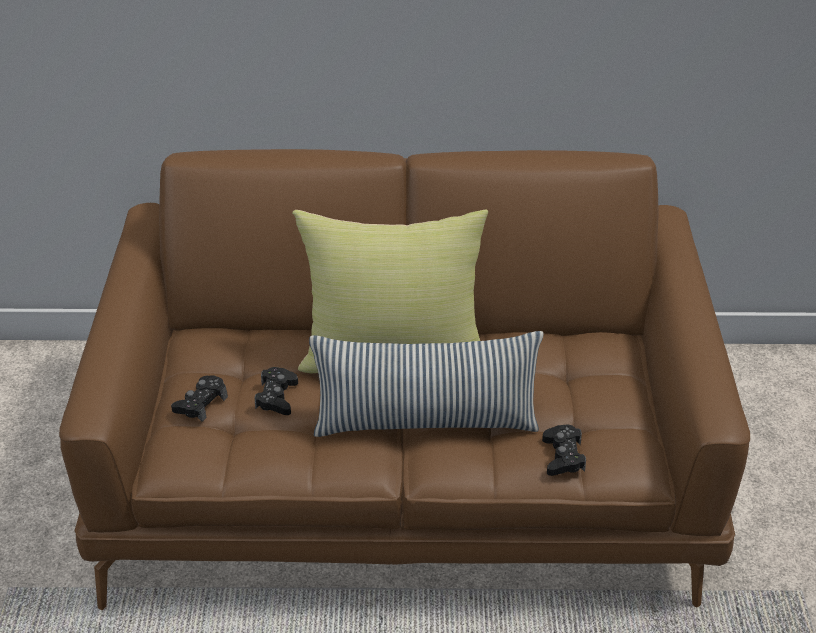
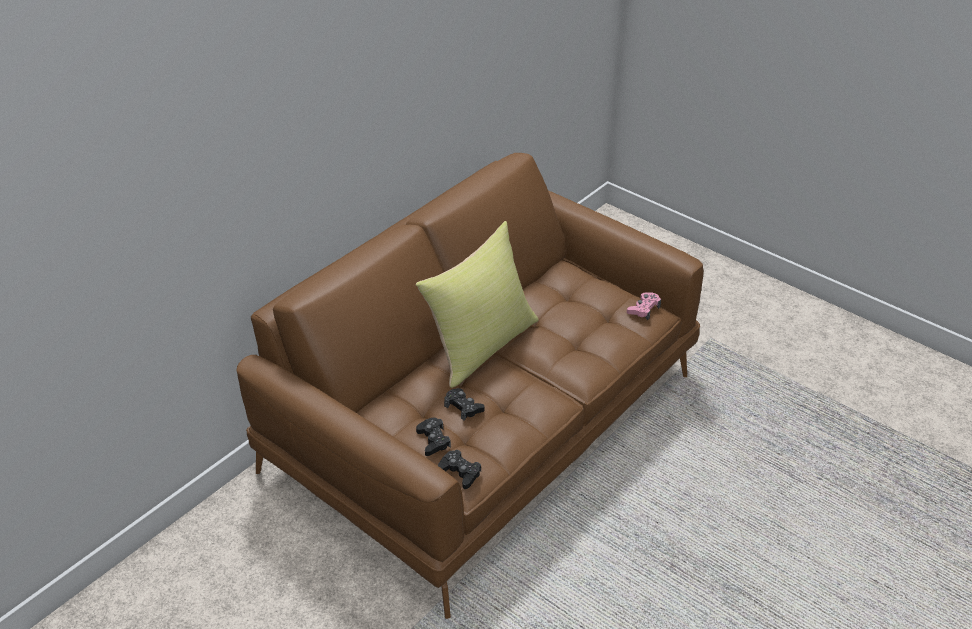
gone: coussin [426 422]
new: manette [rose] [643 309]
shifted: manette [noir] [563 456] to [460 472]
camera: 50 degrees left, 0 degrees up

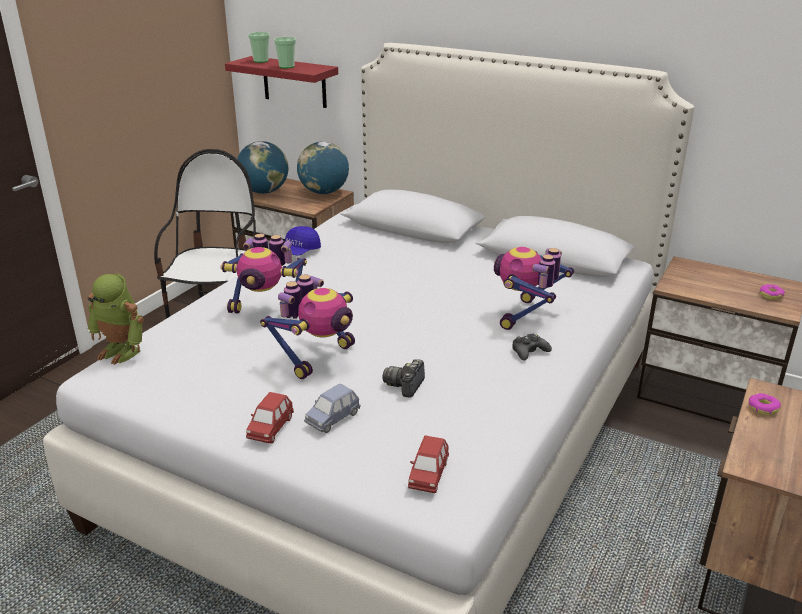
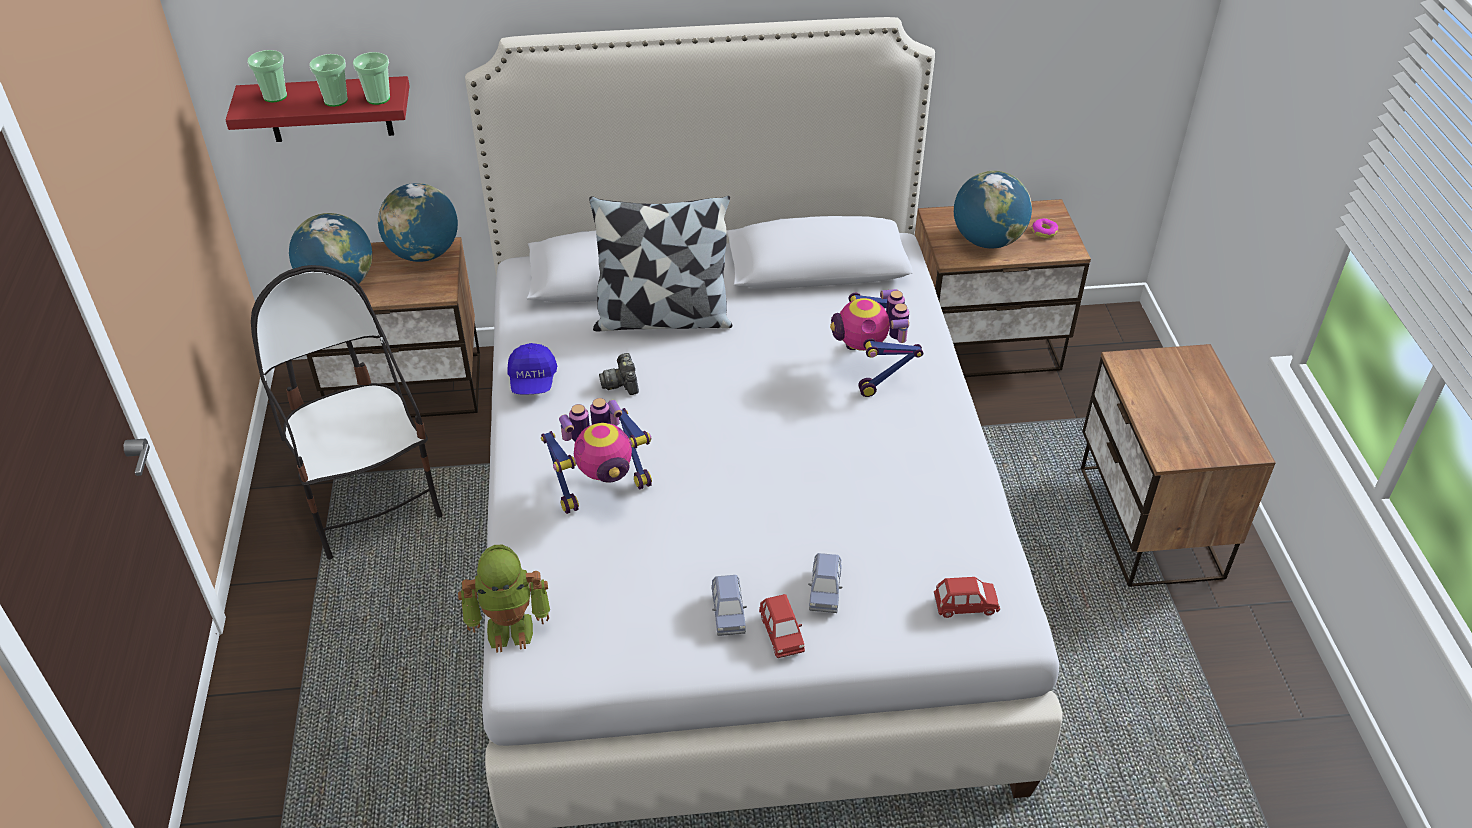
gone: robot jouet [317 357]; manette [noir] [529 351]; beignet [762 408]
new: tasse [378 98]; coussin [663 318]; petite voiture [bleu] [728 614]; globe [987 241]
shifted: appareil photo [405 385] to [622 383]
rotated: petite voiture [rouge] [428 475] = [965 605] 75 degrees counterclockwise
camera: 35 degrees left, 15 degrees up

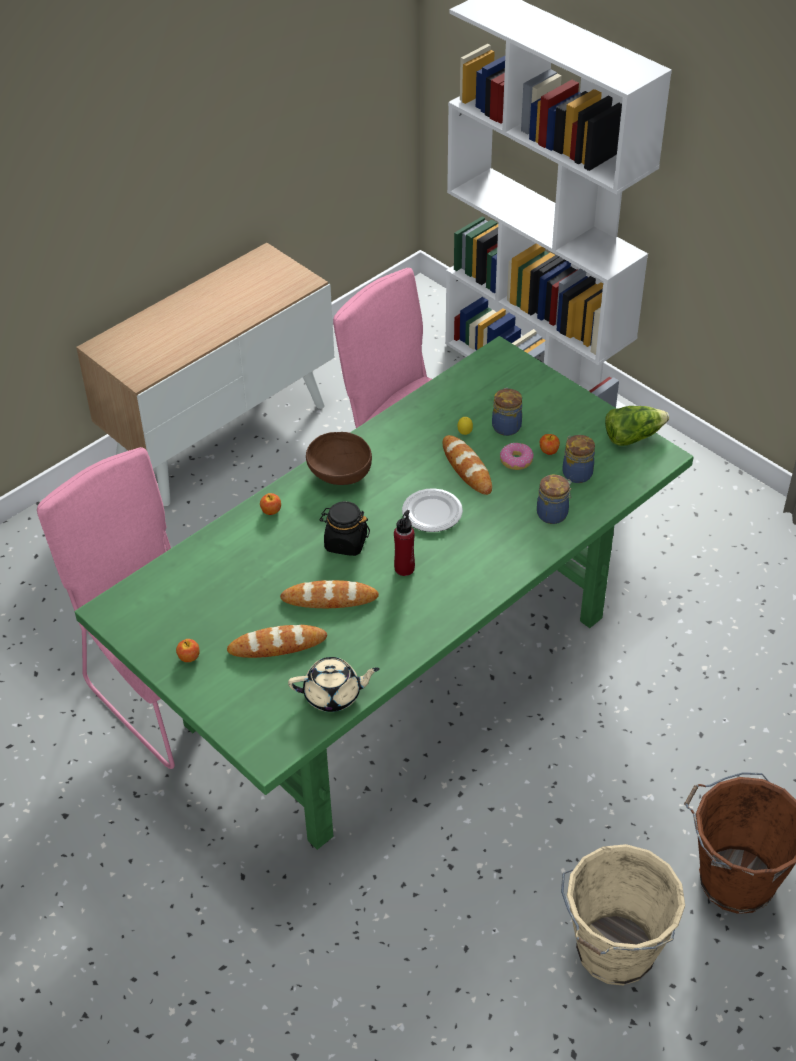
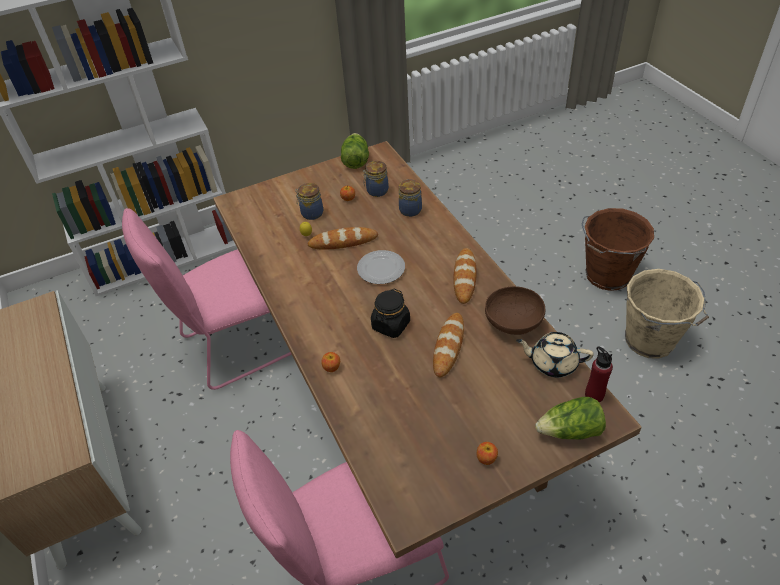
gone: beignet [516 461]
new: laitue [570 431]
shifted: pain [277 645] to [464 277]; bol [marron] [339 473] to [513 323]; bouteille [rouge] [404 568] to [594 395]
repainted: table à manger [vert] [401 668] to table à manger [marron] [396 396]
rotated: théière [beige] [333 695] = [552 363] 90 degrees counterclockwise
camera: 70 degrees left, 0 degrees up

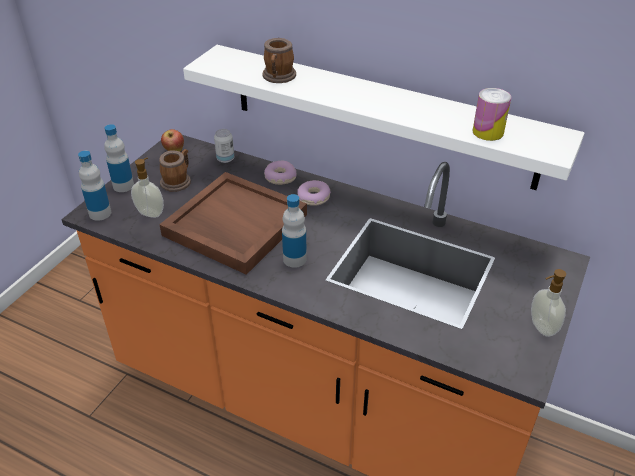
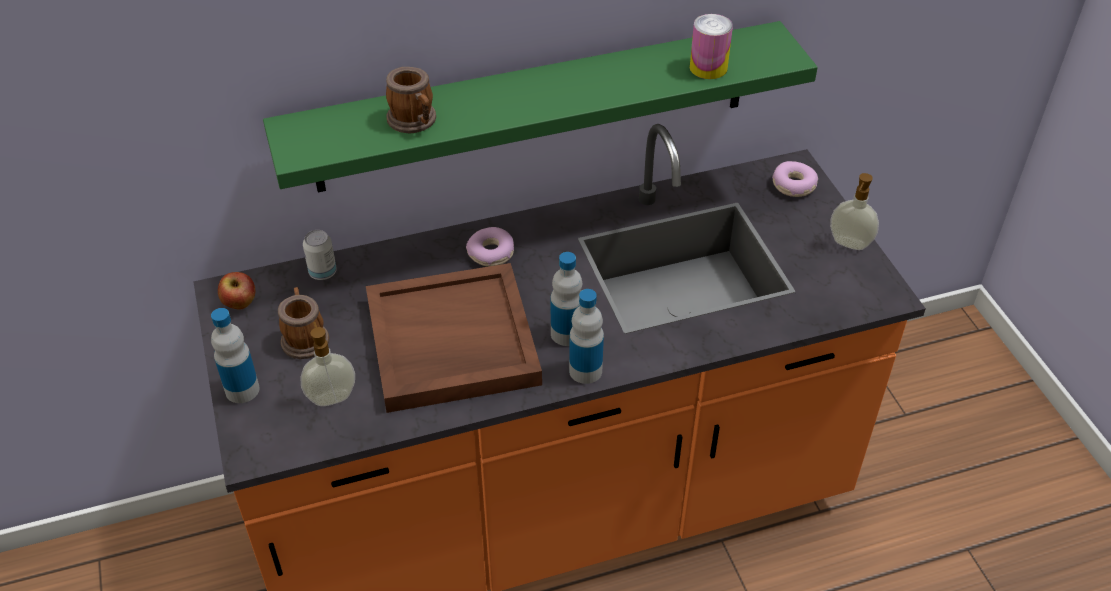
shifted: bouteille [100 213] to [585 371]; beignet [280 177] to [793 185]
repainted: étagère [blanc] [380 115] to étagère [vert] [534 107]
camera: 45 degrees left, 5 degrees up

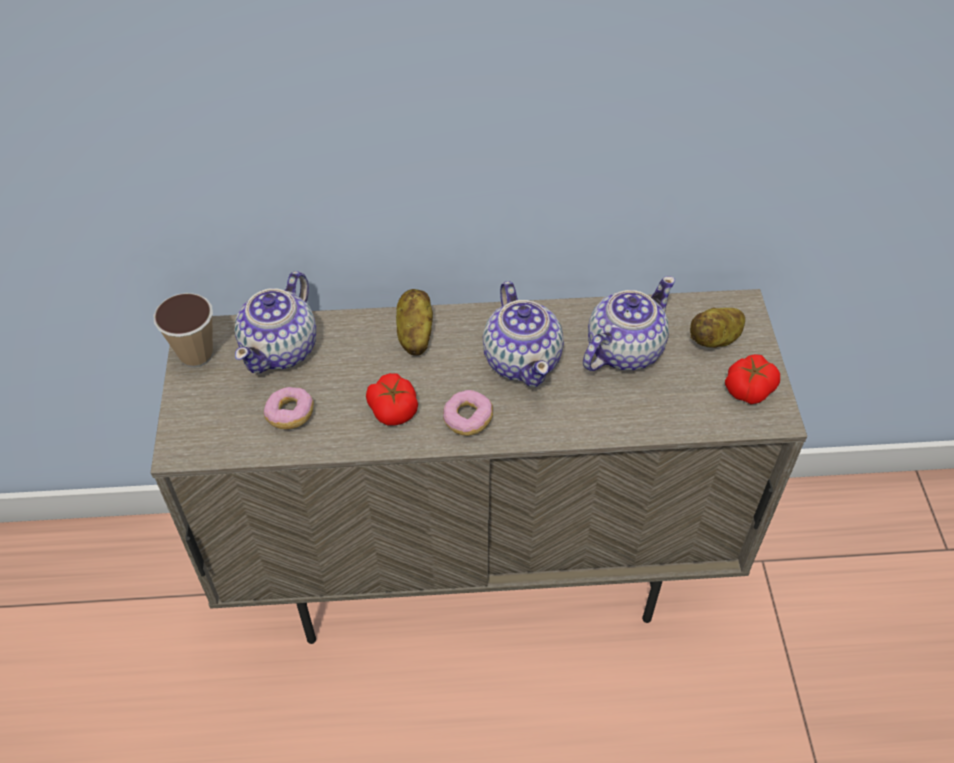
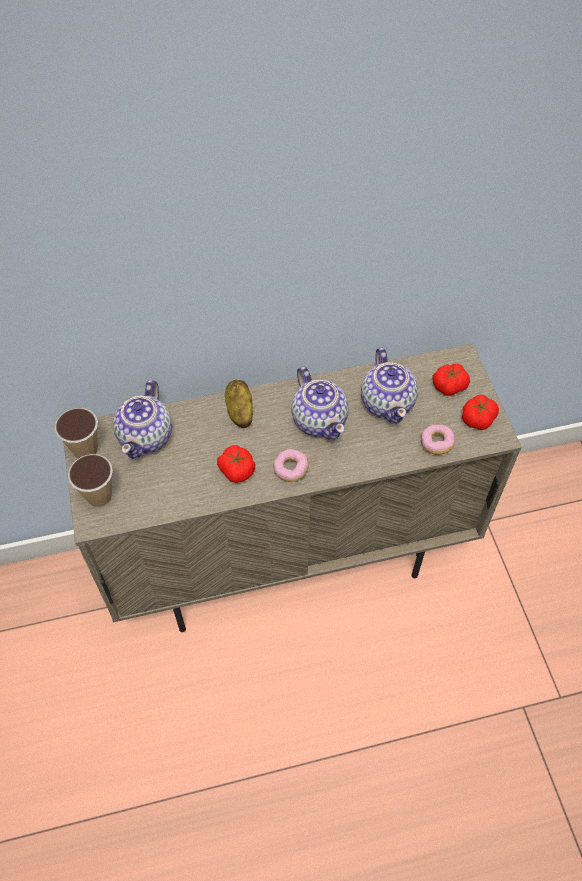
new: tasse [99 496]
shifted: beignet [290 415] to [436 444]
swapped: pomme de terre [715 339] to tomate [449 385]
rotated: théière [623 350] = [387 402] 135 degrees clockwise
camera: 10 degrees left, 5 degrees up

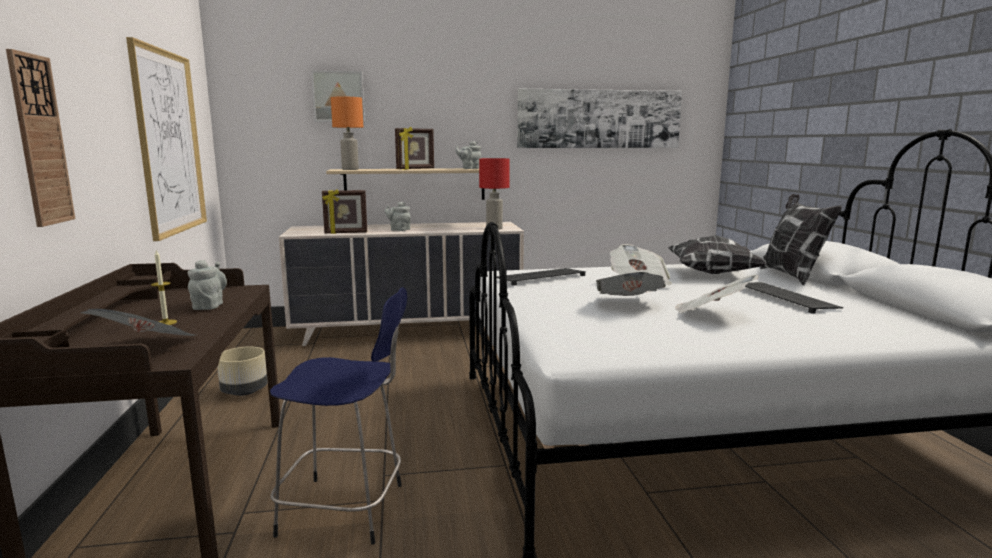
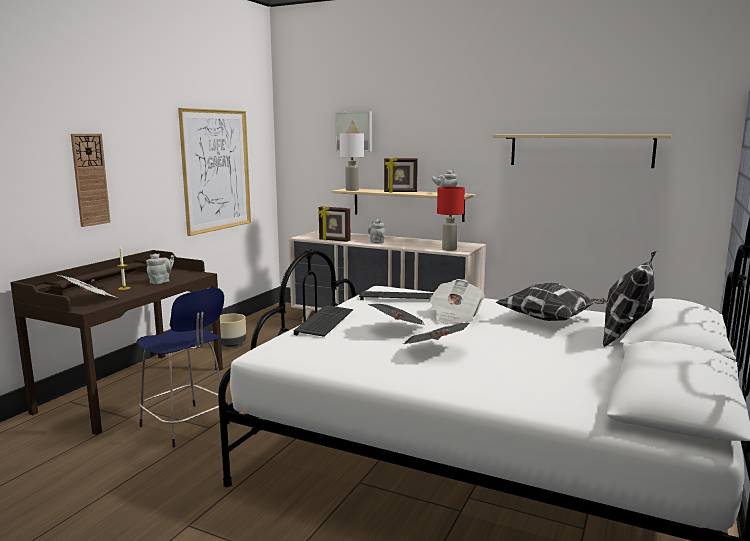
shifted: clavier [786 298] to [325 323]
swapped: tableau [599 119] to étagère [beige] [580 150]
repainted: lampe de table [orange] [350 169] to lampe de table [blanc] [352 190]
camera: 35 degrees right, 0 degrees up

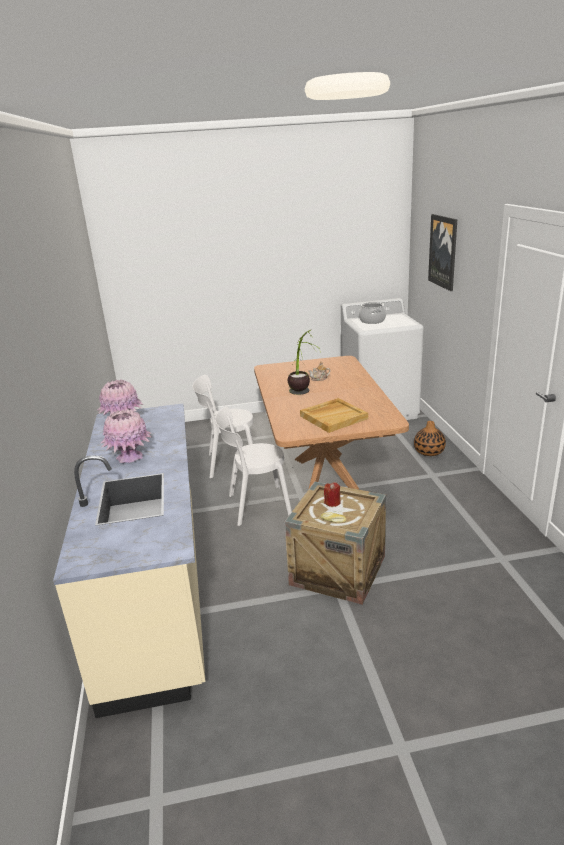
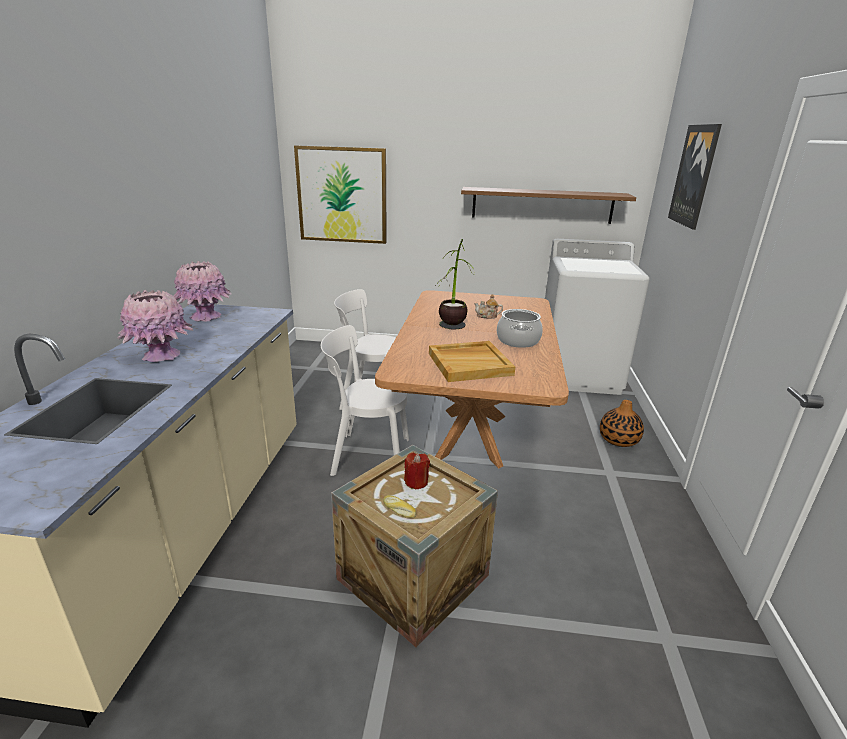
new: tableau [342 195]; étagère [marron] [542 205]
shifted: marmite [372 321] to [518 341]
camera: 15 degrees right, 0 degrees up

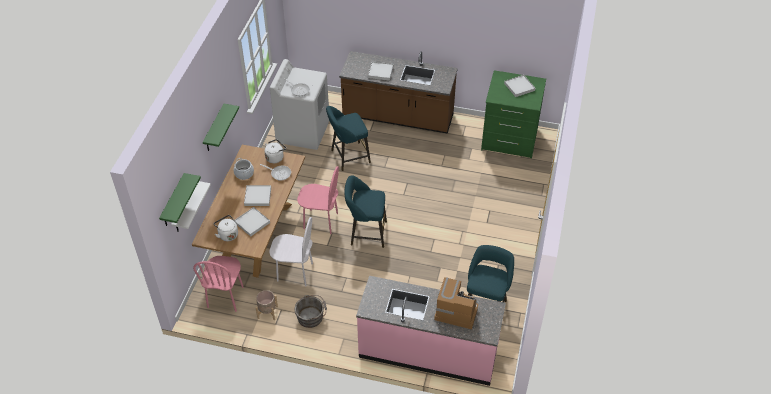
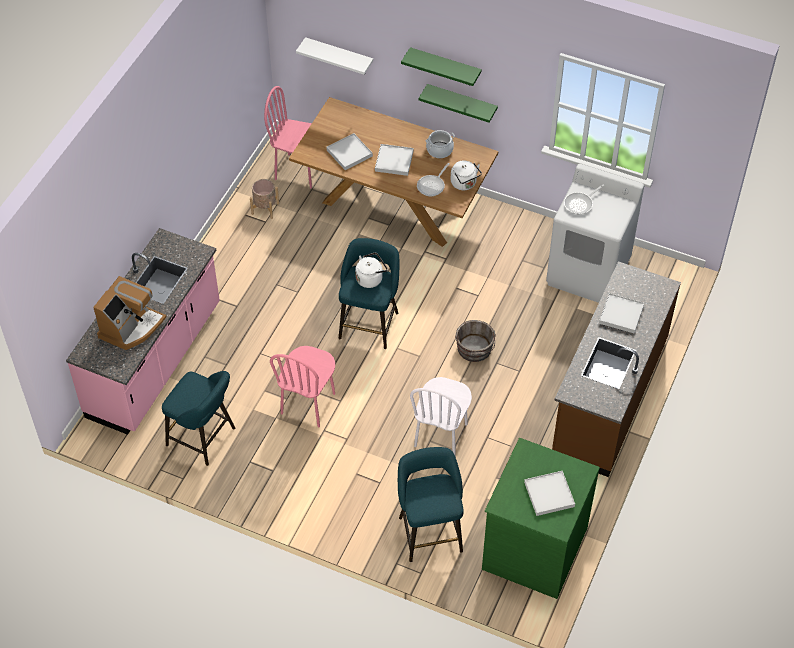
shifted: étagère [vert] [173 201] to [461 103]; bouilloire [blanc] [227 234] to [370 278]; chaise [blanc] [295 272] to [441 435]; seau [gris] [311 317] to [474 350]; chaise [rose] [320 221] to [308 404]; tabouret [turquoise] [348 157] to [429 531]
camera: 100 degrees right, 5 degrees up

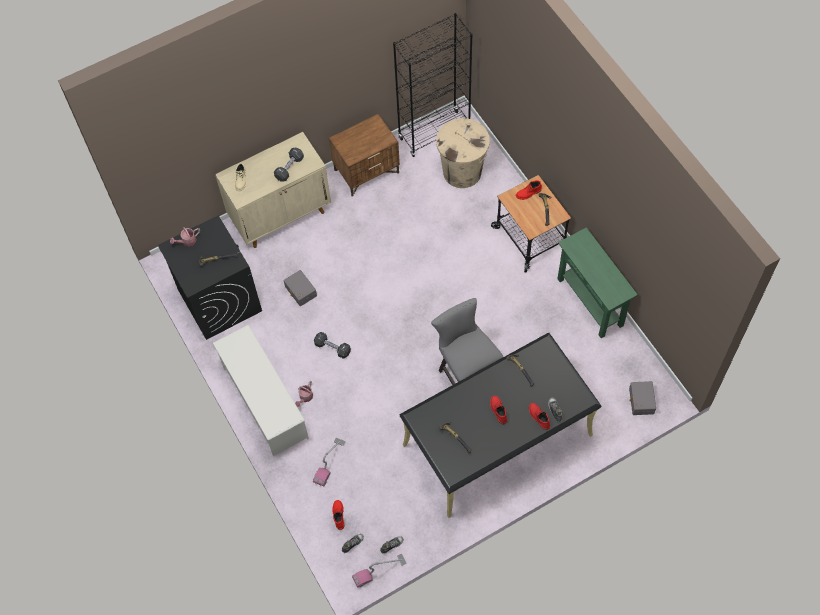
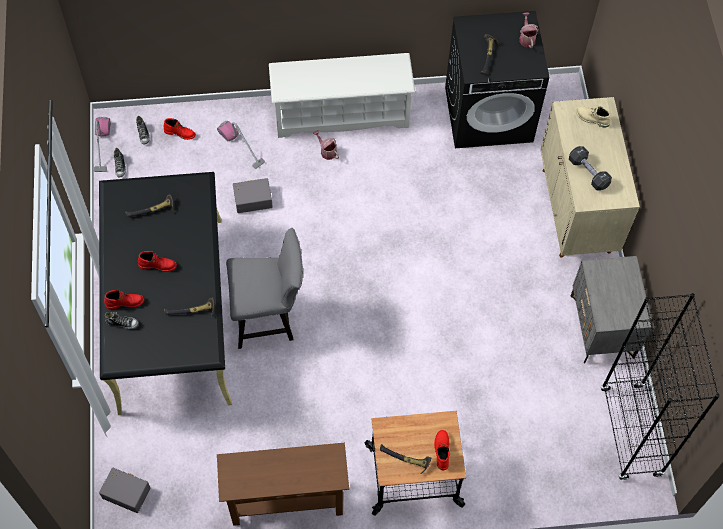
gone: haltère [noir] [332 348]; poubelle [beige] [462 171]
shifted: boîte de rangement [gris] [300 291] to [252 199]
repainted: table de chevet [marron] [367 171] to table de chevet [gris] [602 327]; table console [vert] [590 302] to table console [marron] [286 502]
camera: 110 degrees right, 0 degrees up

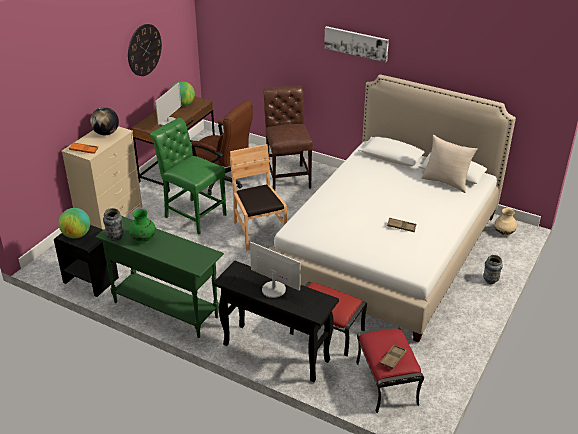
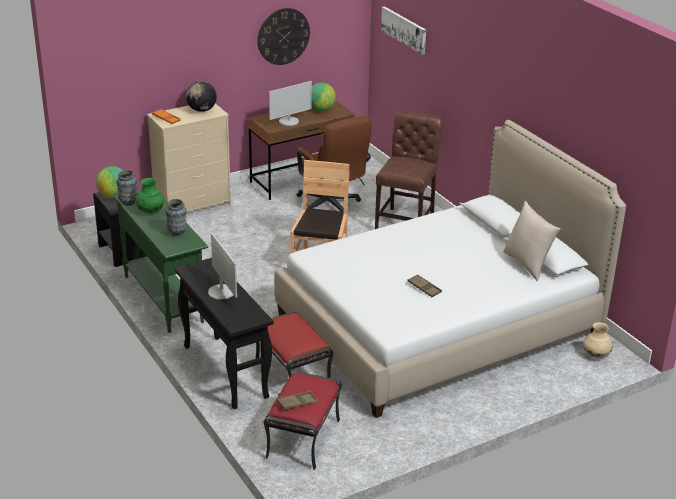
gone: chaise [vert] [193 214]
shifted: tableau [356 43] to [404 29]; vase [490 281] to [177 233]
camera: 30 degrees right, 5 degrees down

